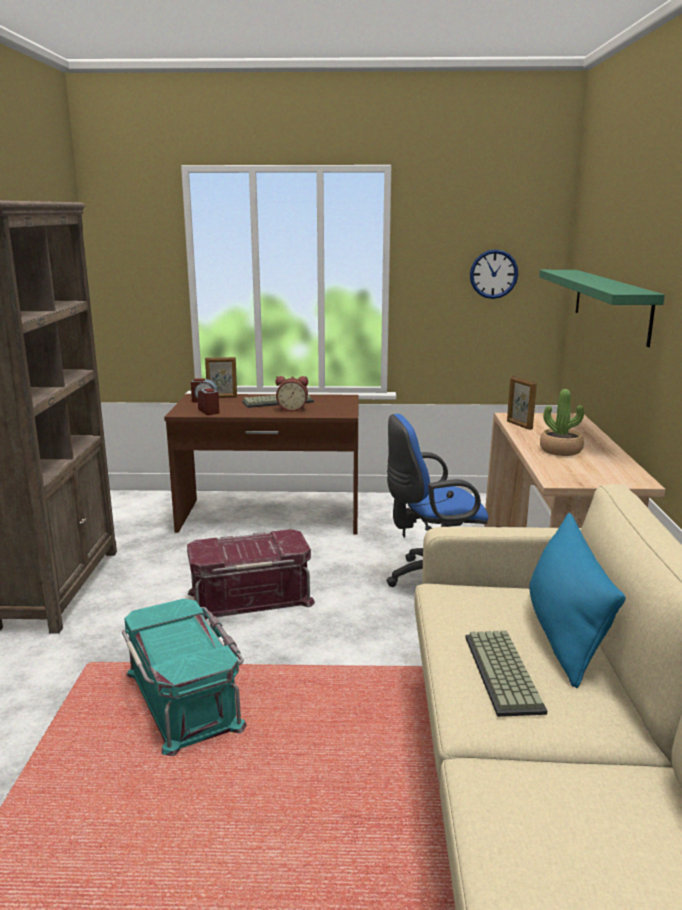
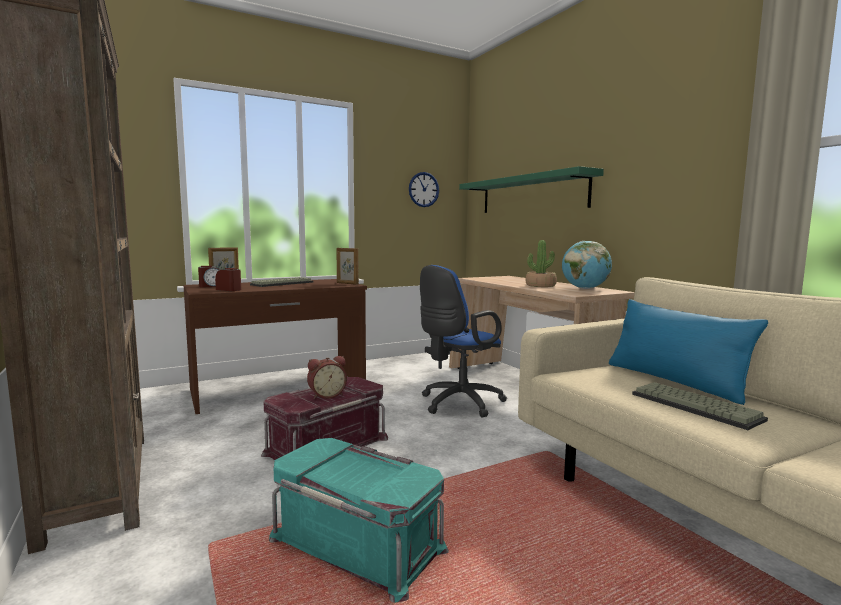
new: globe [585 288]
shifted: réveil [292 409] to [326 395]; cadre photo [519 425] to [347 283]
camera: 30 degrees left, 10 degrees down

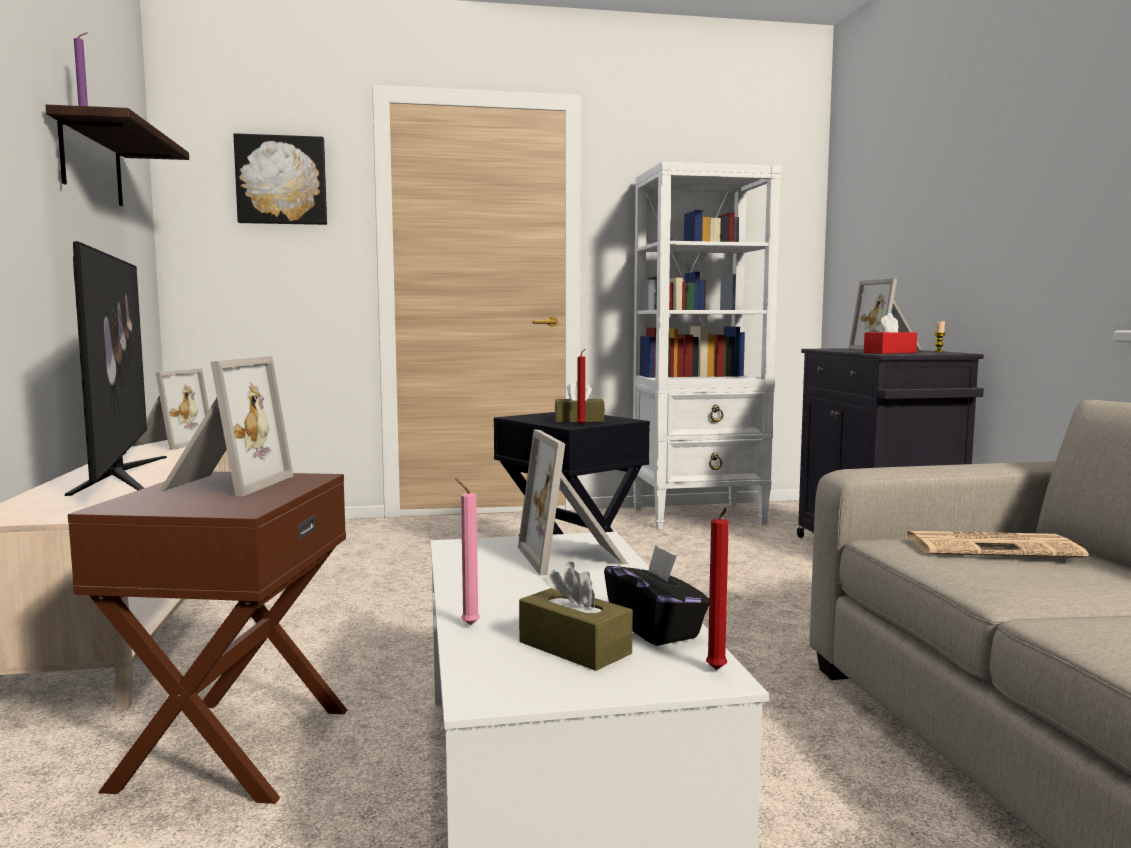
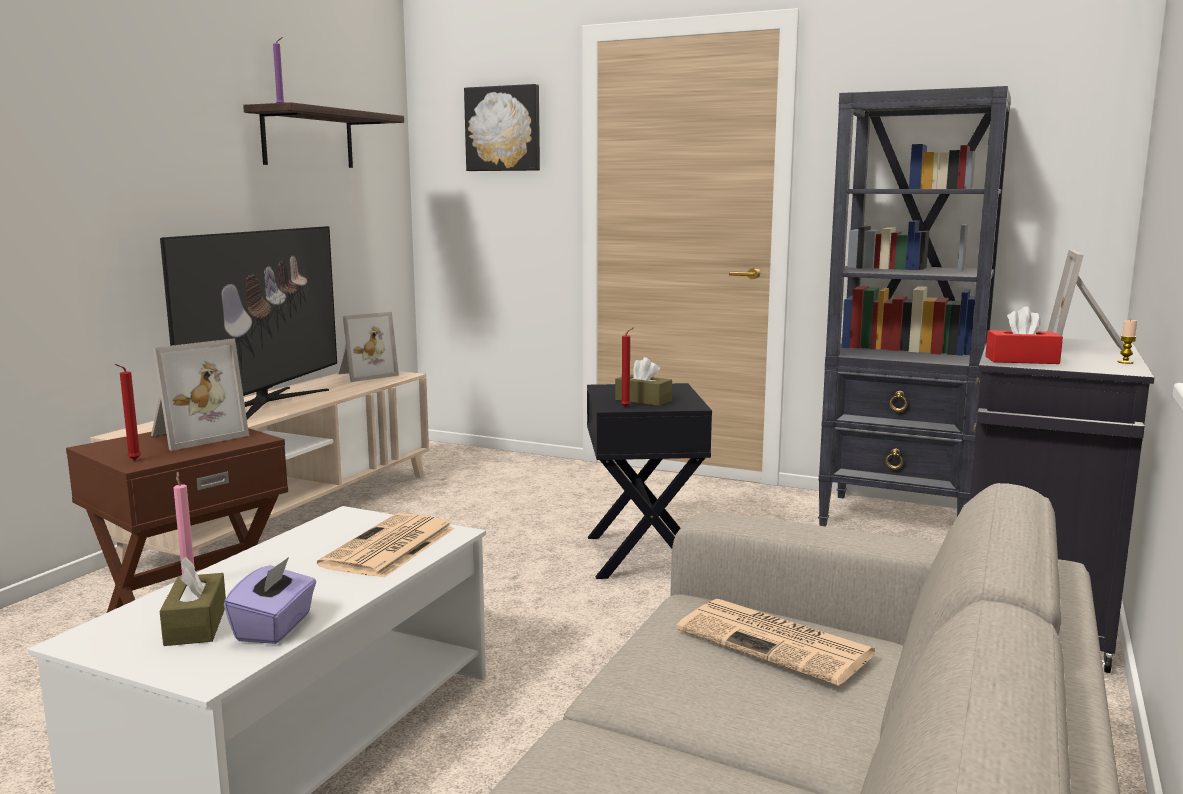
shifted: bougie [rouge] [717 671] to [132 460]
swapped: cadre photo [574 557] to journal [389 548]
repainted: boîte à mouchoirs [noir] [655 629] to boîte à mouchoirs [violet] [275 627]; bibliothèque [blanc] [699 516] to bibliothèque [noir] [898 519]
camera: 35 degrees right, 5 degrees up

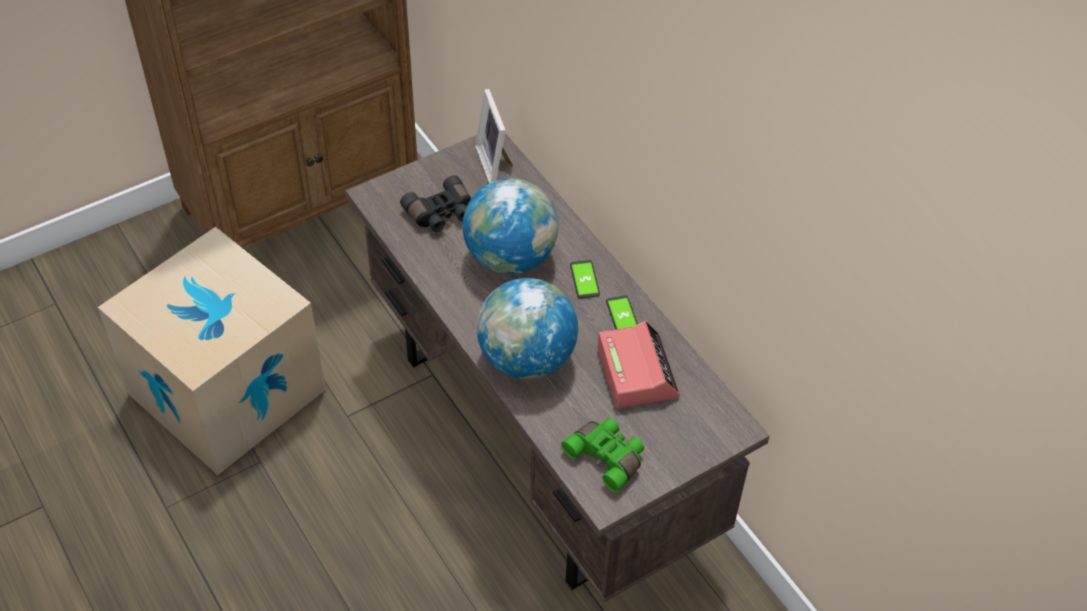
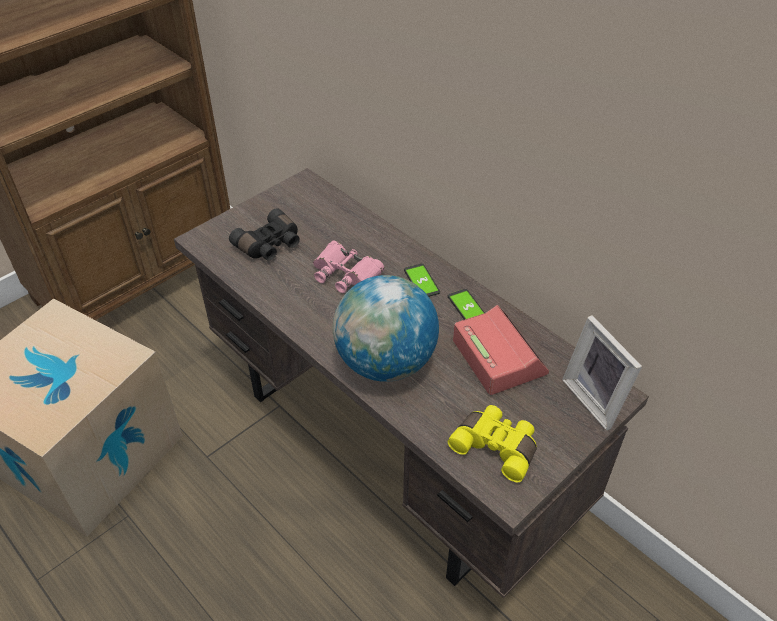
shifted: cadre photo [496 163] to [596 399]
swapped: globe [510 257] to jumelles [rose] [345 273]
repainted: jumelles [vert] [607 457] to jumelles [jaune] [496 446]
camera: 10 degrees left, 5 degrees down

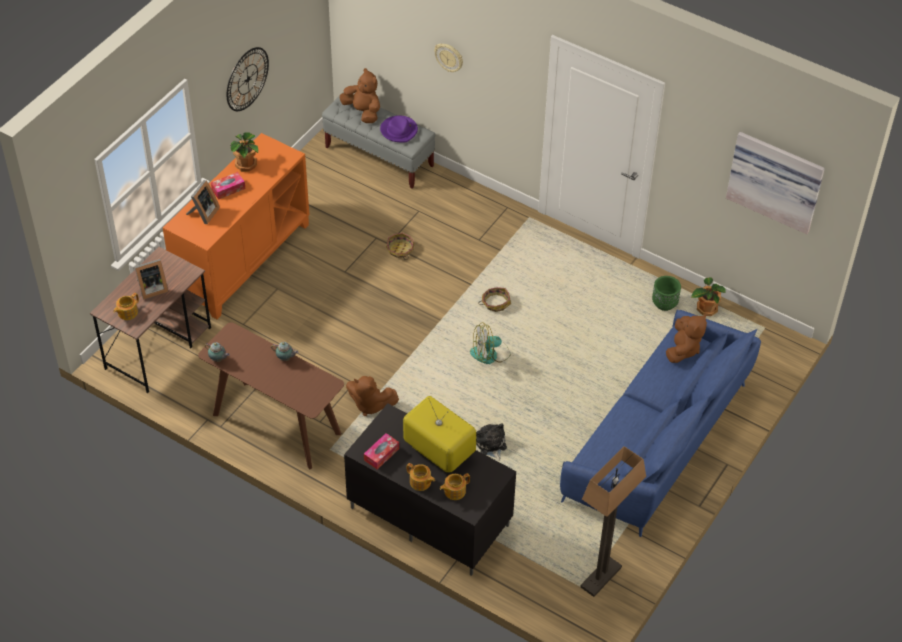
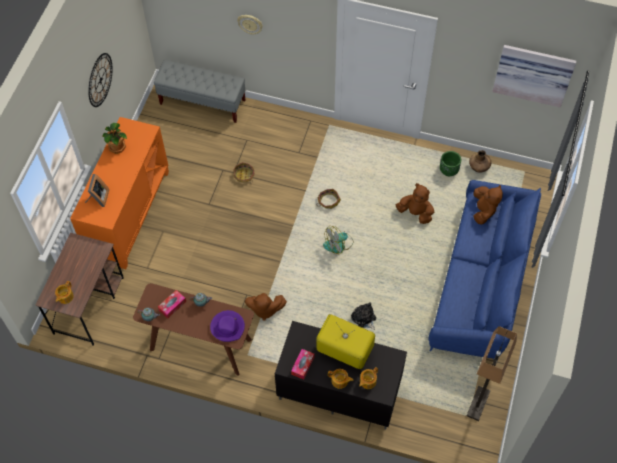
gone: cadre photo [151 289]
shifted: boîte à mouchoirs [228 189] to [172 306]; peluche [marron] [363 112] to [415 213]; chapeau [violet] [399 130] to [228 327]
swapped: plante en pot [706 309] to vase [marron] [479 167]
camera: 15 degrees left, 10 degrees up

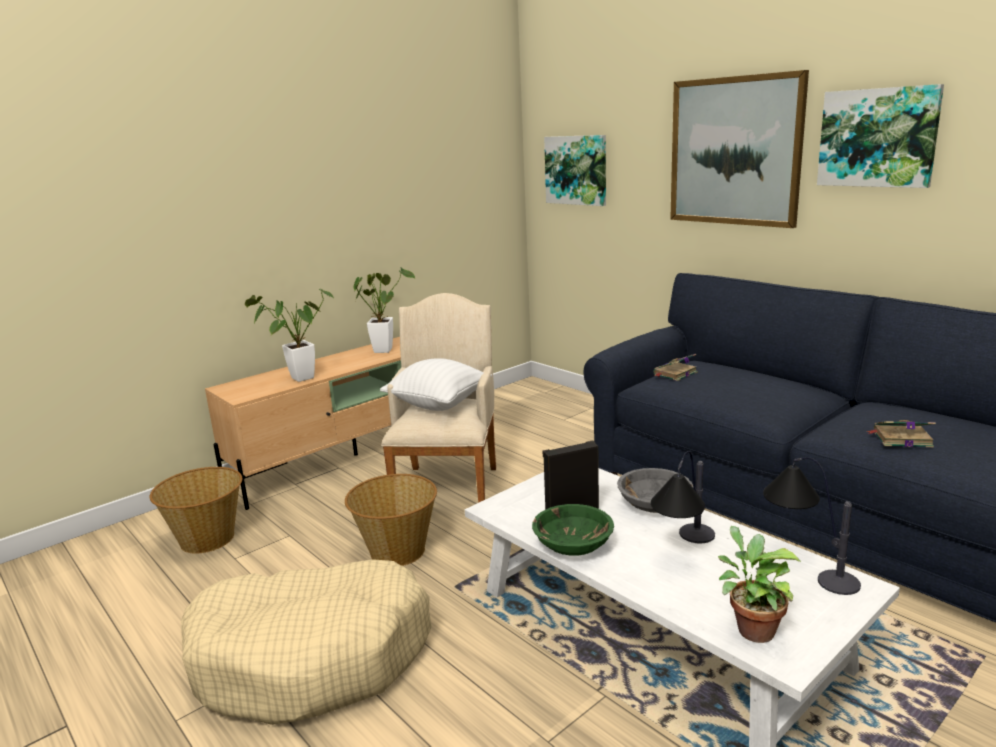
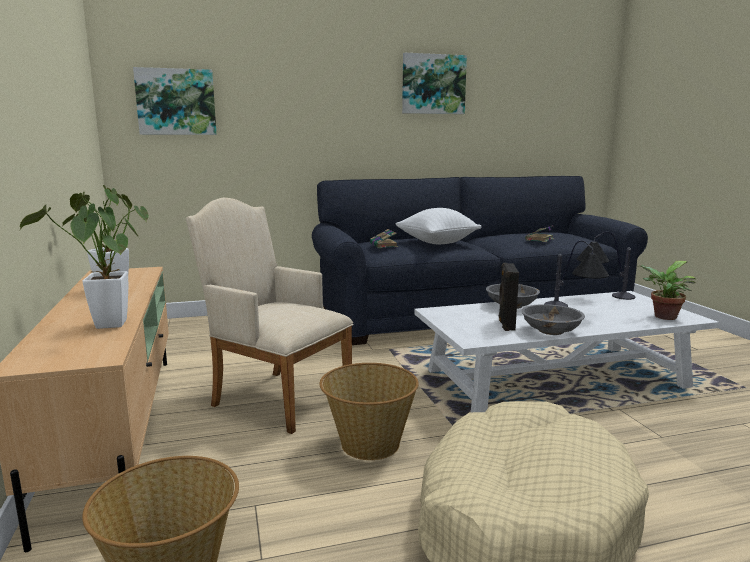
gone: tableau [734 151]
shifted: coussin [blanc] [438 404] to [437 243]
repainted: bol [vert] [572 546] to bol [gris] [551 331]
camera: 65 degrees left, 5 degrees down

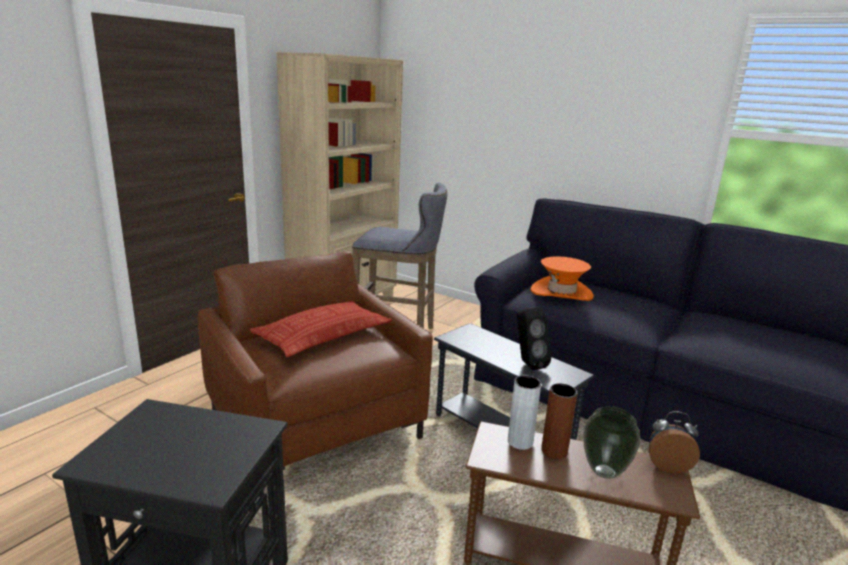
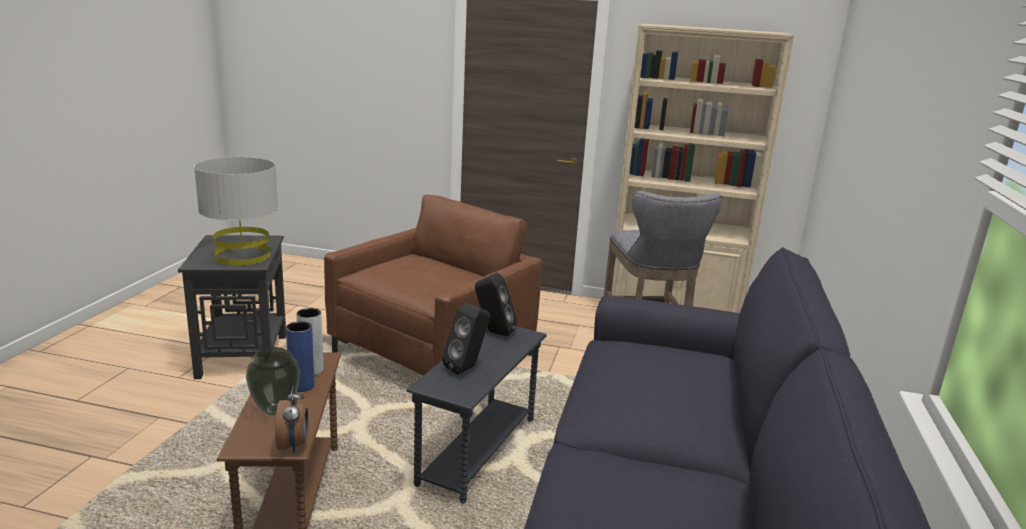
gone: coussin [323 335]; chapeau [orange] [561 292]
new: lampe de table [gris] [243 256]; enceinte [noir] [493 332]
repainted: vase [marron] [554 451] to vase [bleu] [302 386]
camera: 70 degrees right, 0 degrees up

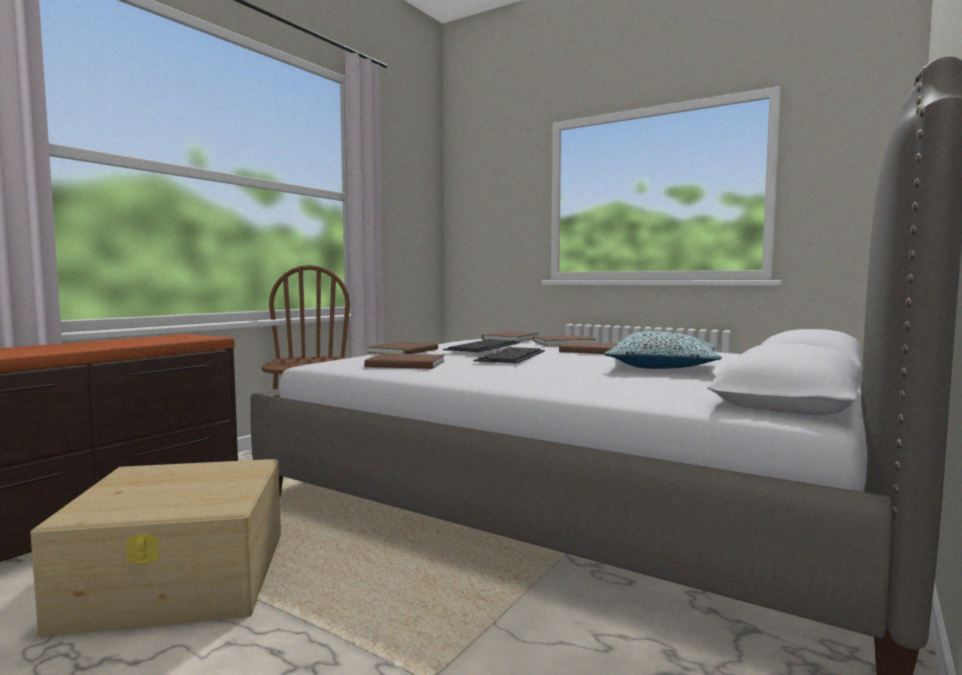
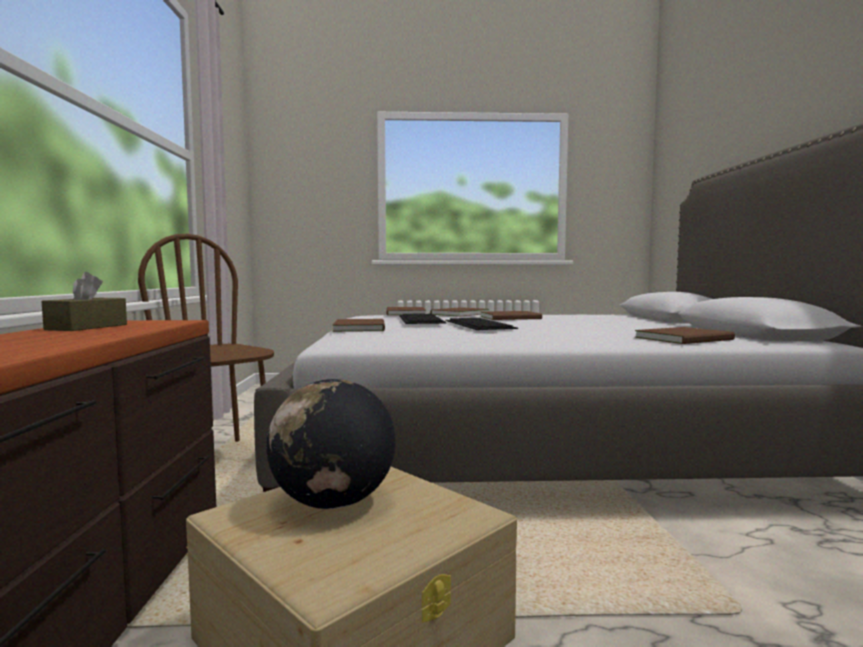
gone: coussin [662 367]
new: boîte à mouchoirs [marron] [87 327]; globe [332 502]
shifted: livre [marron] [407 364] to [687 338]
camera: 35 degrees left, 0 degrees up

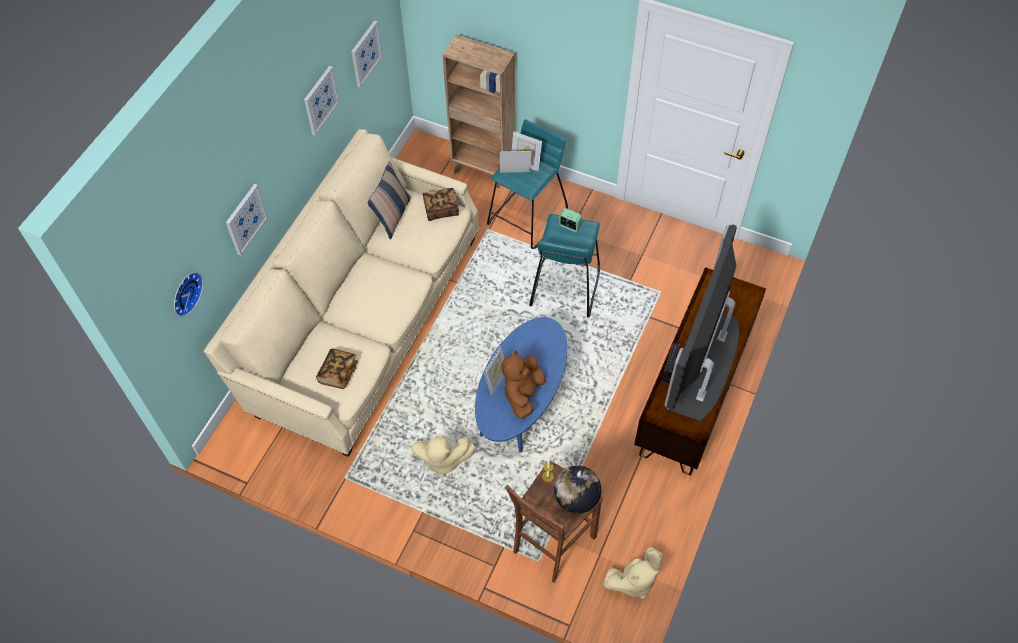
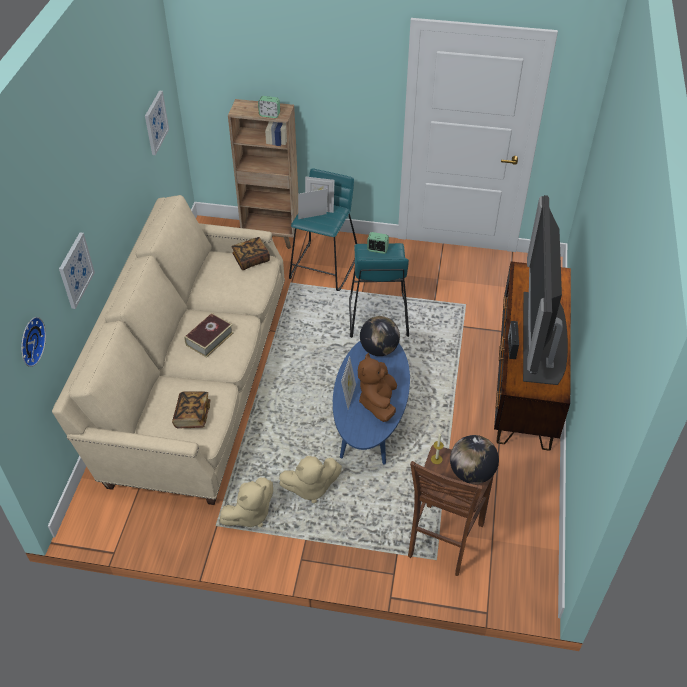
gone: tableau [320 100]; coussin [393 216]
new: livre [209 339]; réveil [269 115]; globe [379 349]
shifted: peluche [beige] [633 581] to [250 514]
camera: 15 degrees left, 10 degrees down

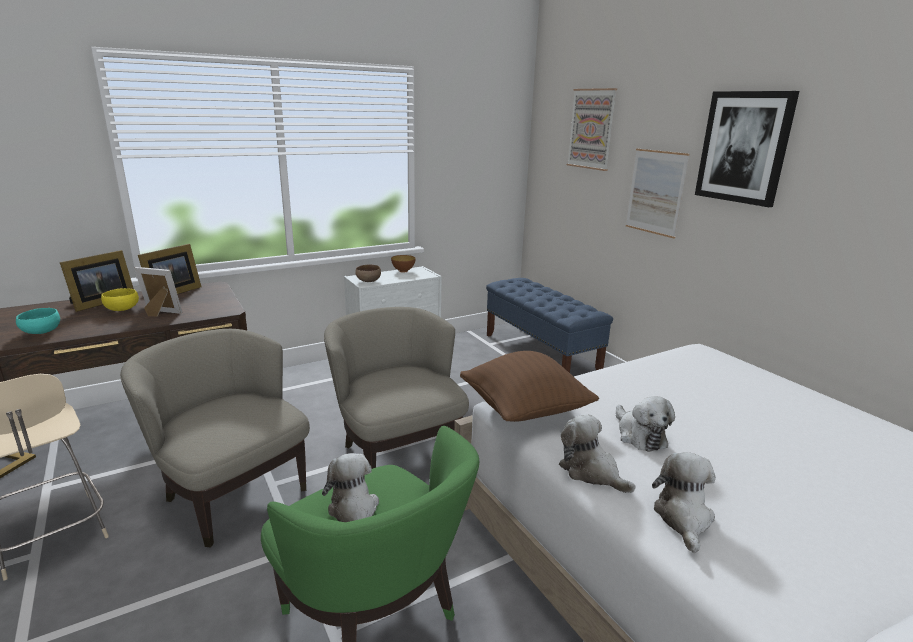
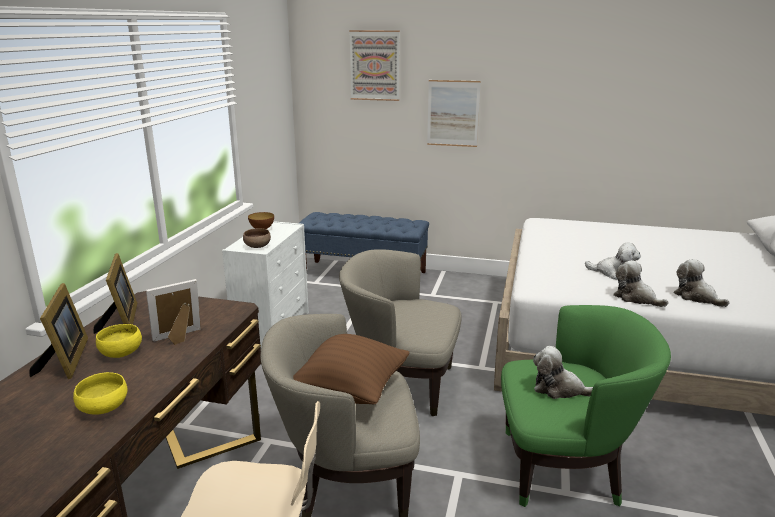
gone: tableau [744 147]
shifted: coussin [marron] [524 411] to [351 391]
repainted: bol [turquoise] [41 332] to bol [jaune] [104 409]
rotated: peluche [591 472] = [636 298] 45 degrees clockwise
camera: 45 degrees left, 0 degrees up

